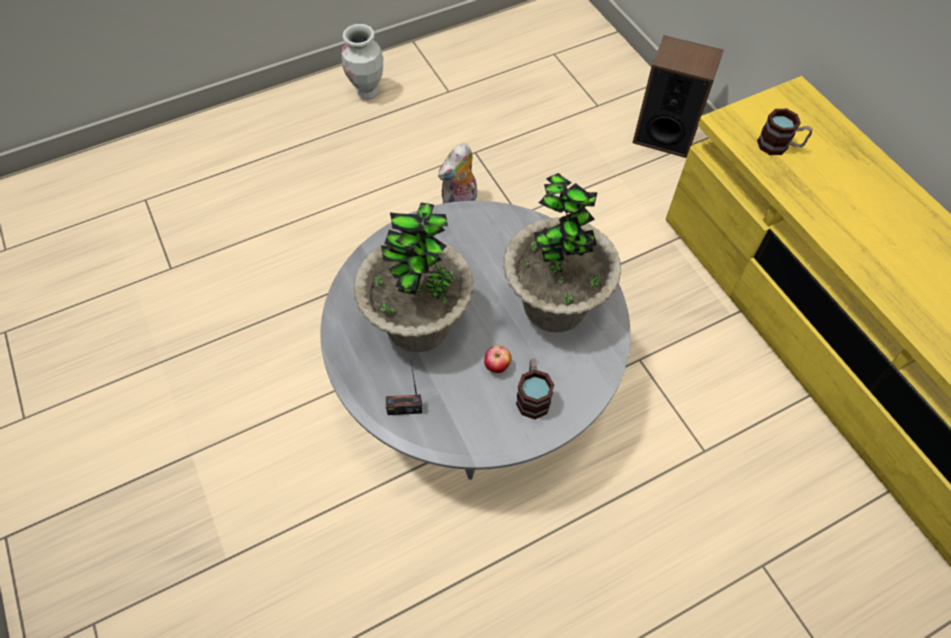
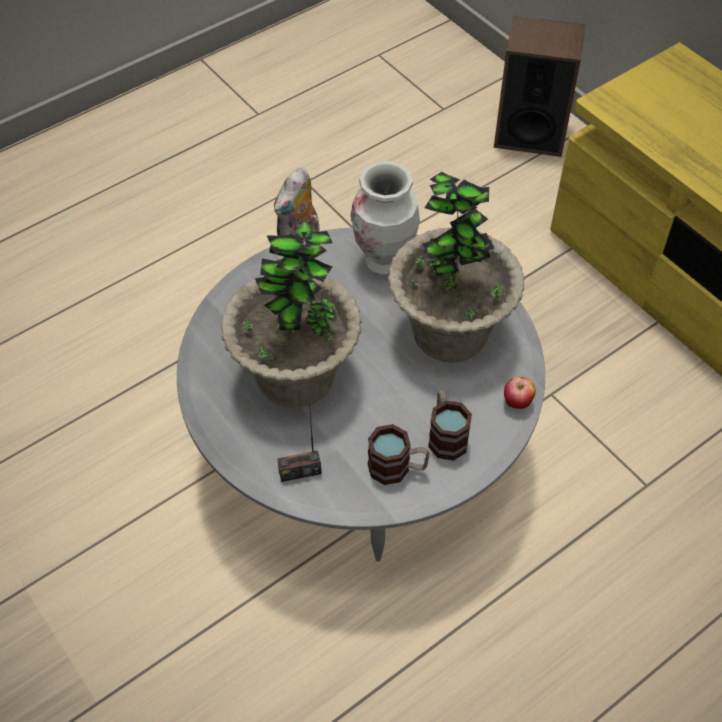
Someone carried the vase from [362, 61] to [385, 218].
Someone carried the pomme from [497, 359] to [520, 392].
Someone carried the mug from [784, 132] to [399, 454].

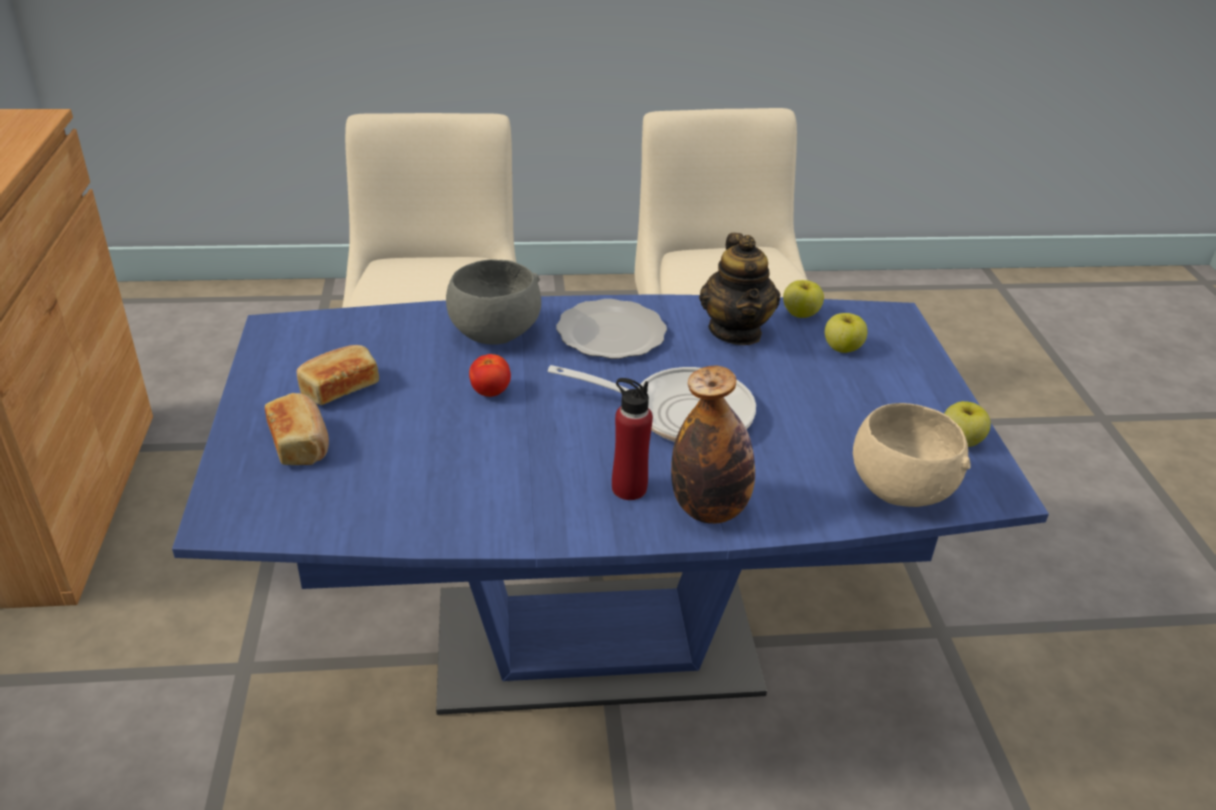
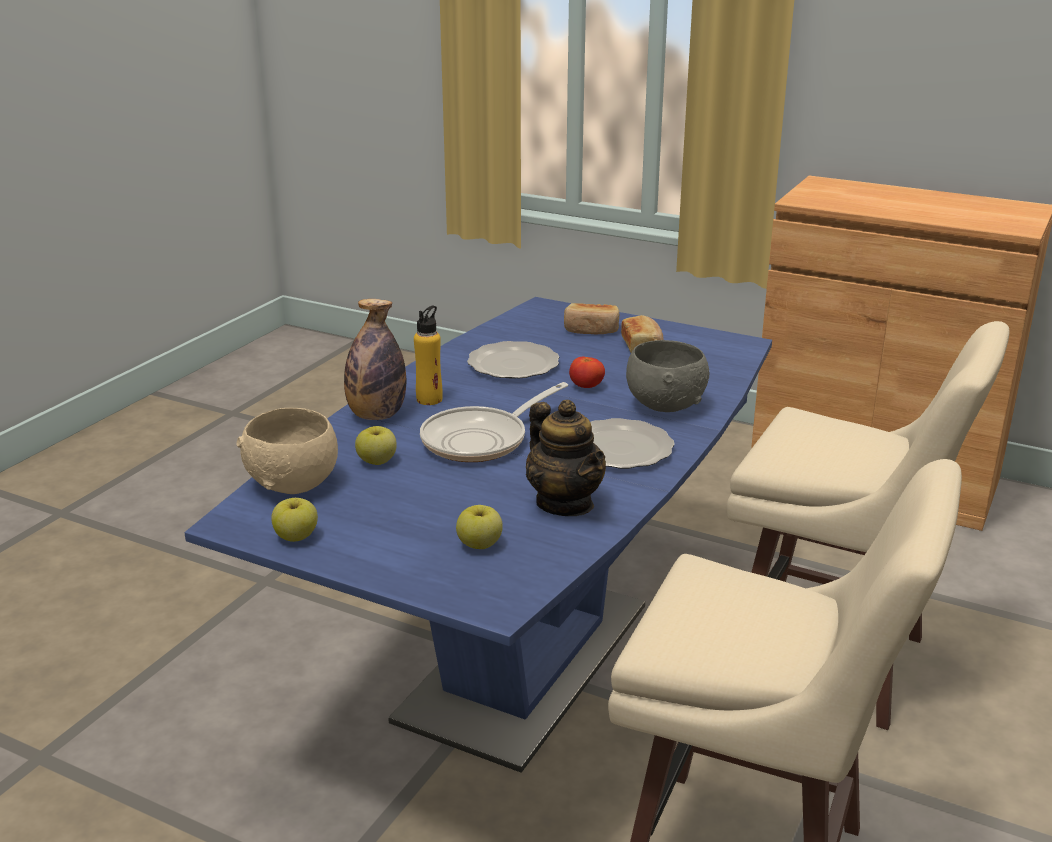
Someone repainted the bouteille [rouge] at [632, 439], which became the bouteille [jaune] at [428, 355].
Someone rotated the théière at [739, 289] by 150 degrees counterclockwise.
Someone carried the pomme from [803, 299] to [376, 445].
Someone put down the assiette at [513, 360].

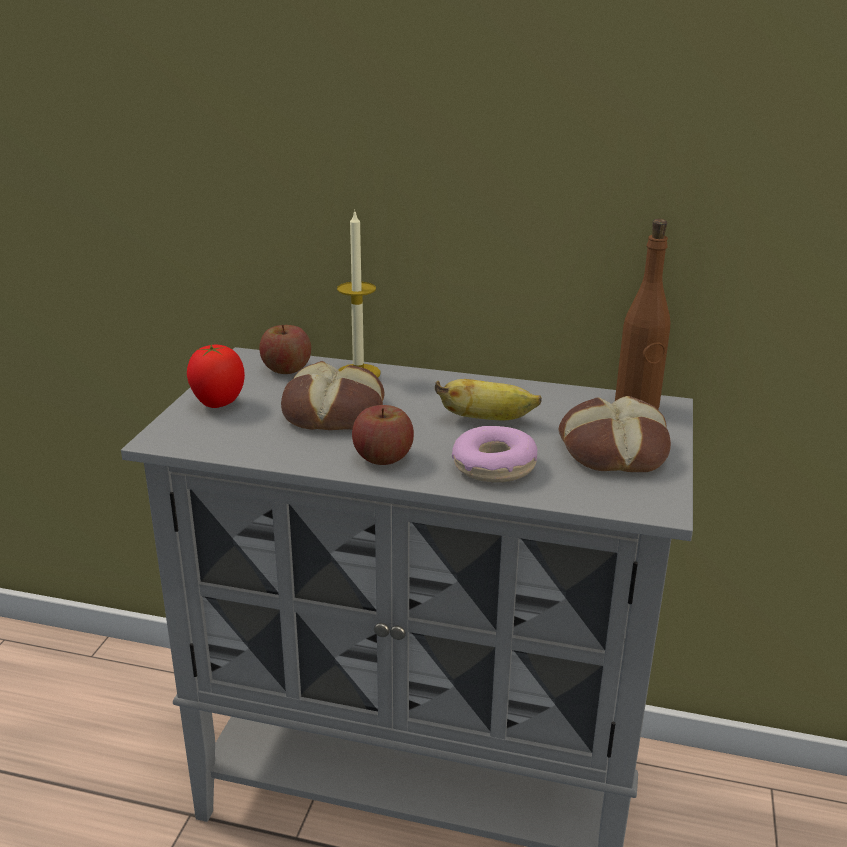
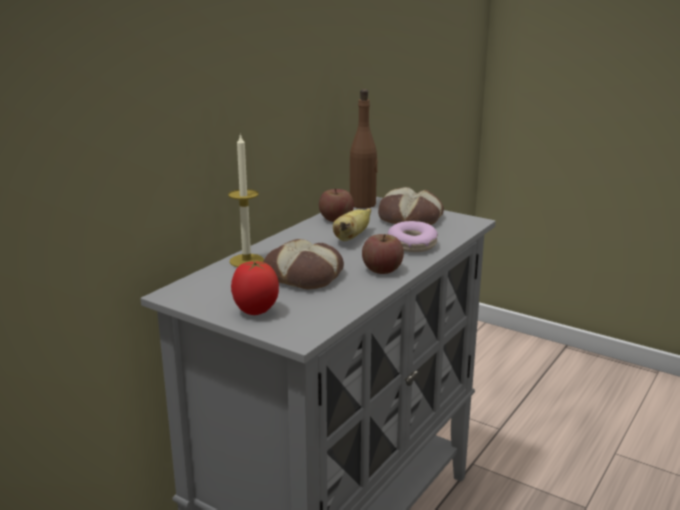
Someone carried the pomme from [285, 349] to [336, 205].

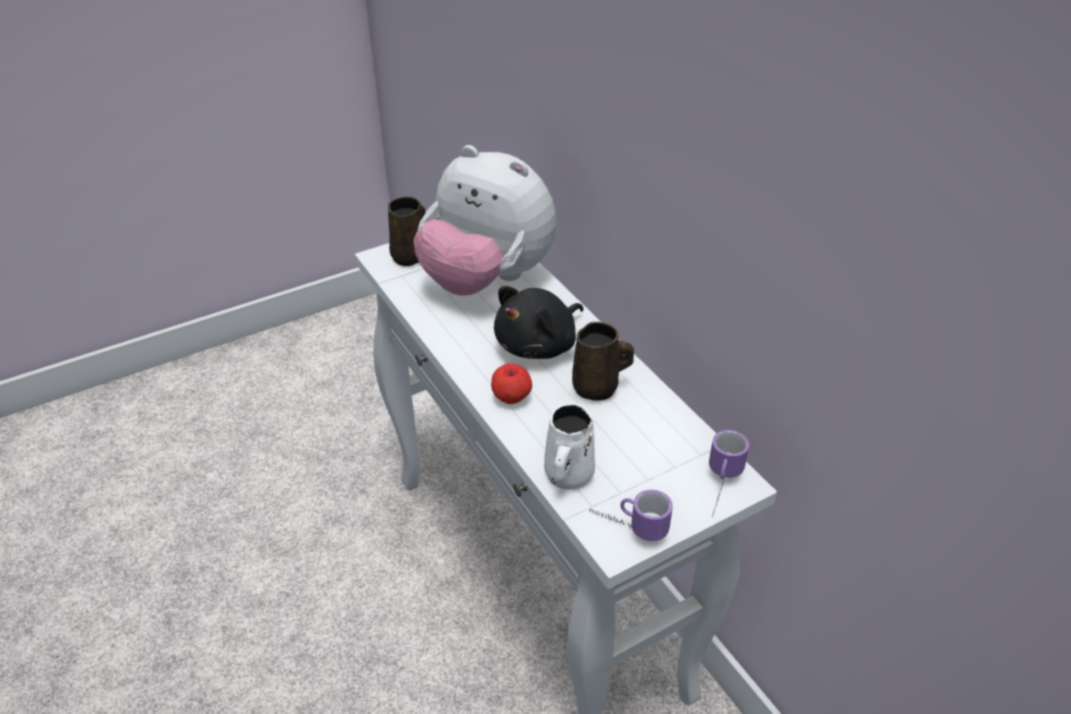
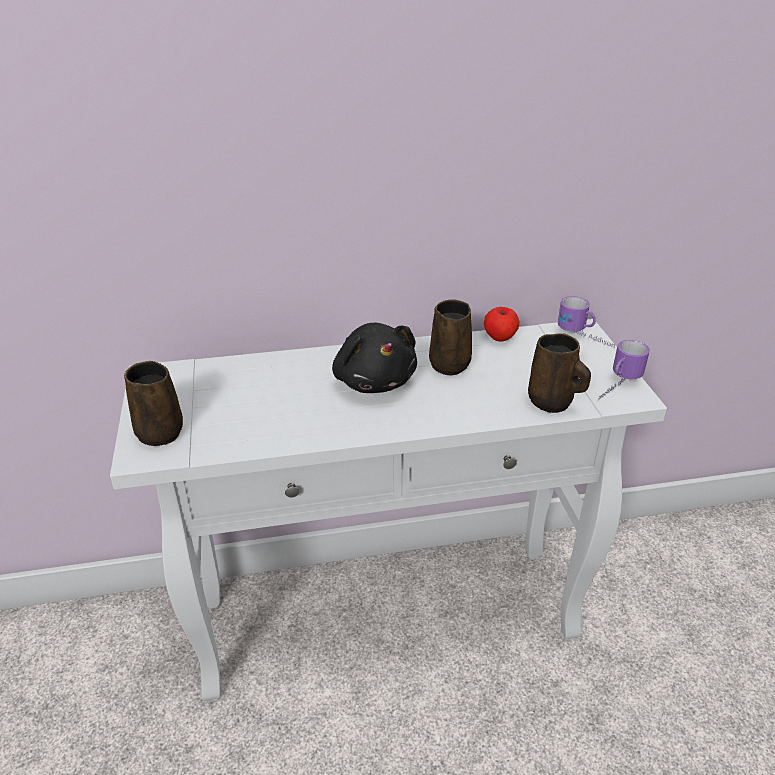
Someone took away the peluche at [485, 220].
Someone carried the pomme from [511, 383] to [502, 324].
Someone repainted the mug [blanc] at [569, 446], which became the mug [marron] at [559, 373].

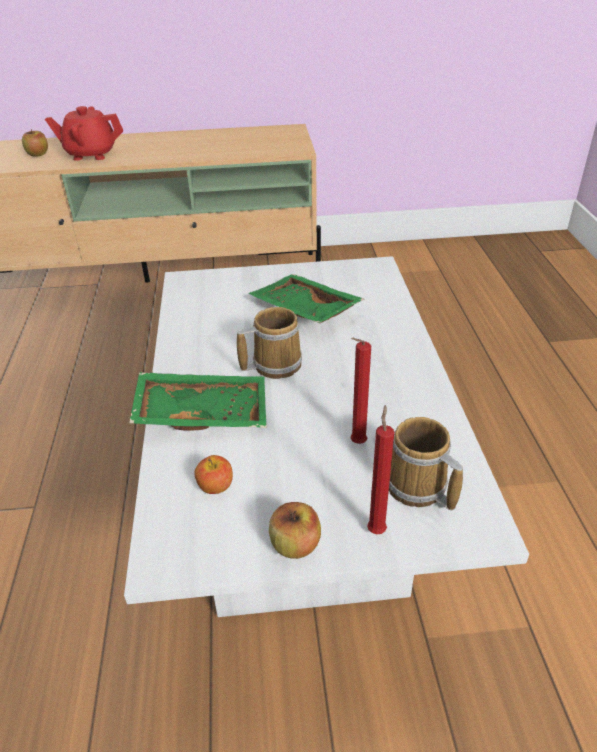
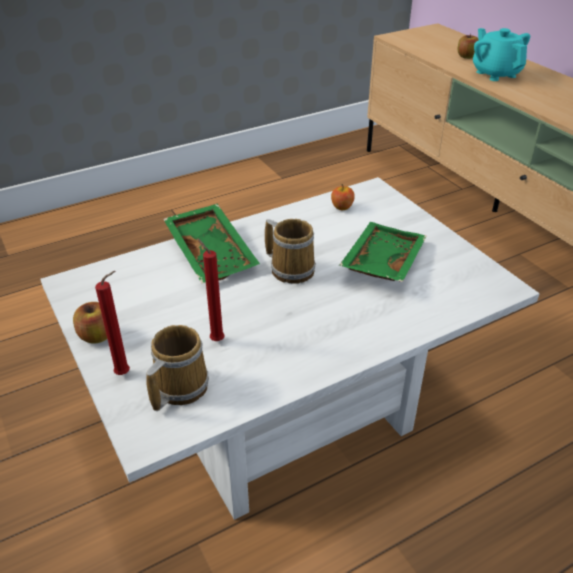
Someone repainted the théière [rouge] at [84, 133], which became the théière [turquoise] at [501, 54].
Someone carried the pomme from [214, 474] to [343, 197].

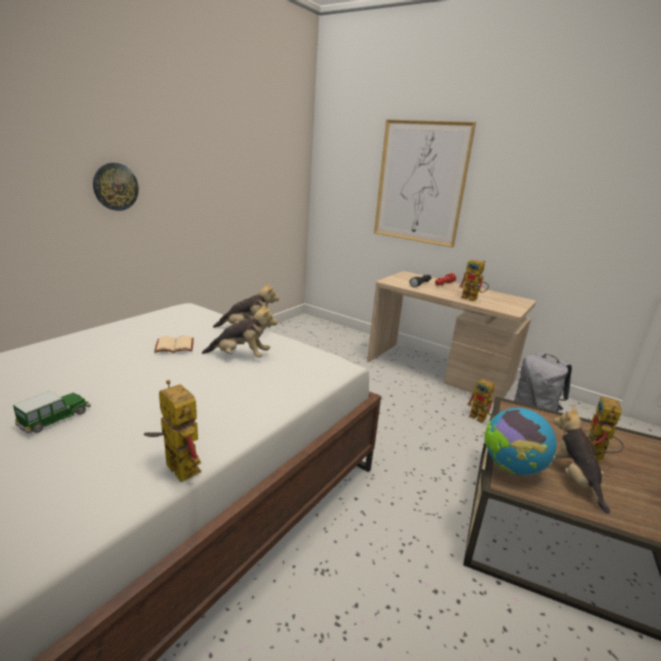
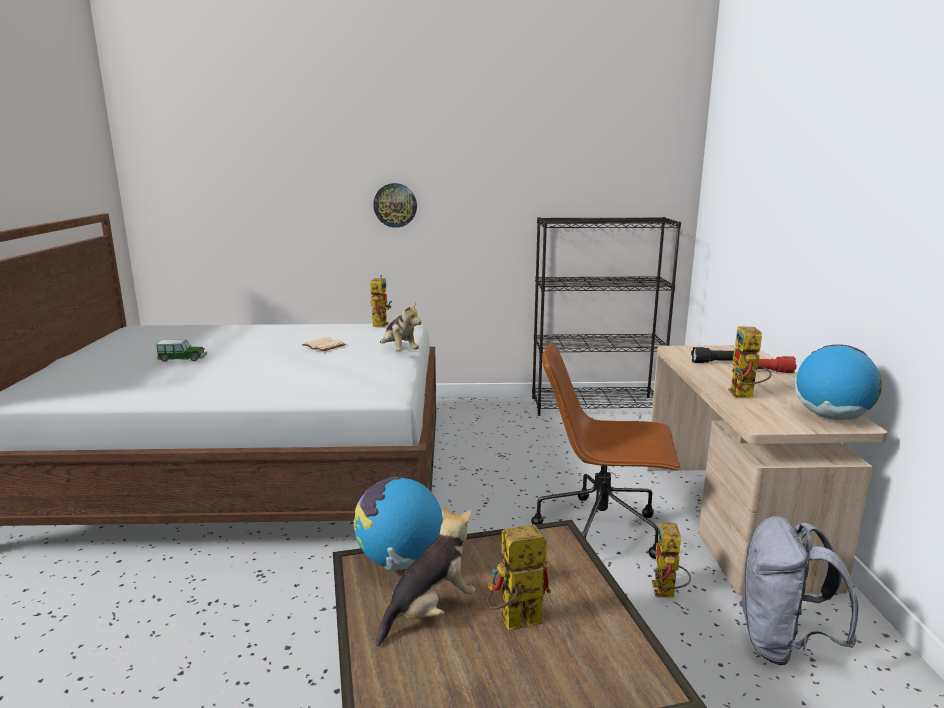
Someone carried the robot jouet from [173, 431] to [381, 301].
Someone took away the peluche at [239, 330].
Someone took away the tableau at [425, 183].
Someone put down the chaise de bureau [marron] at [606, 450].
Someone put down the bibliothèque [noir] at [606, 316].
Someone put down the globe at [838, 382].

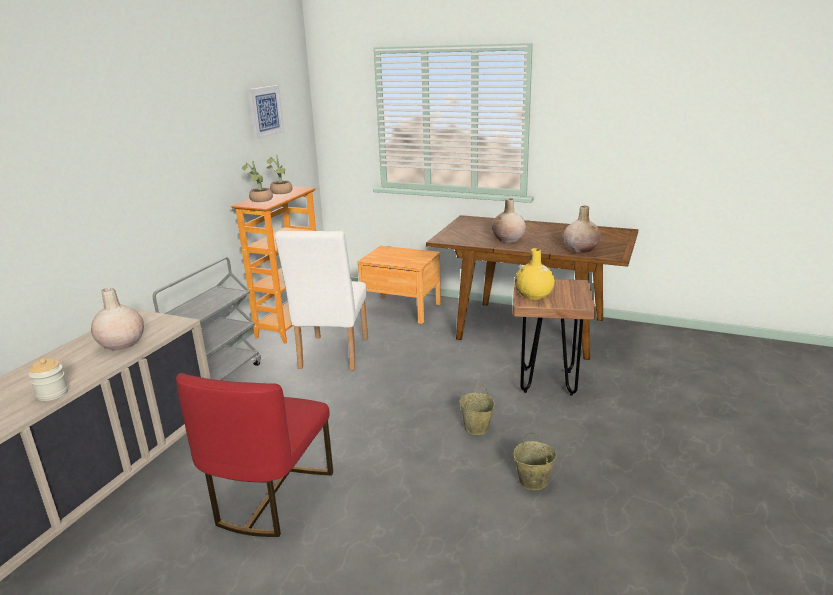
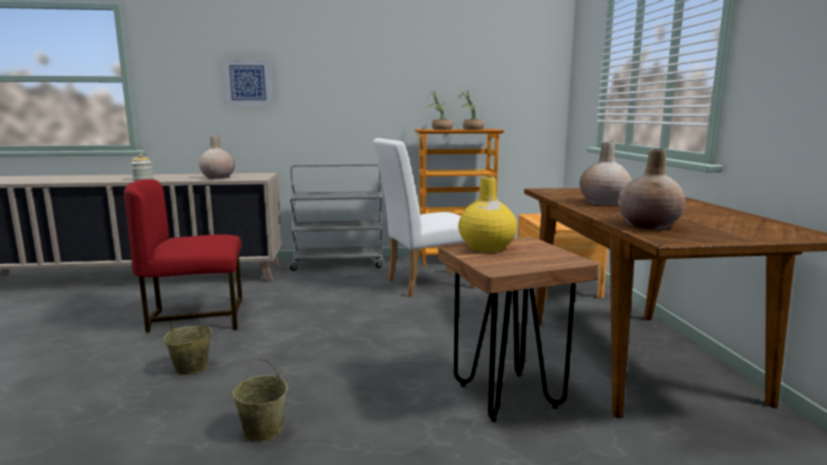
Someone carried the tableau from [266, 112] to [247, 82].
Someone carried the seau [beige] from [477, 409] to [188, 342].

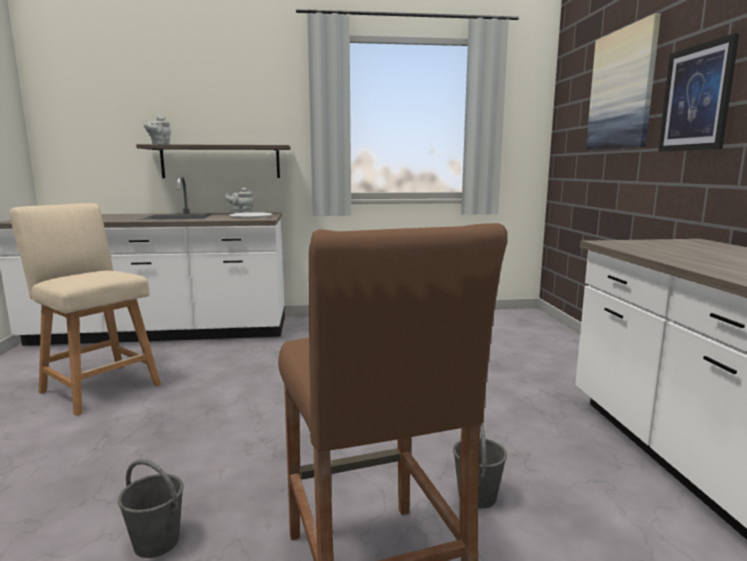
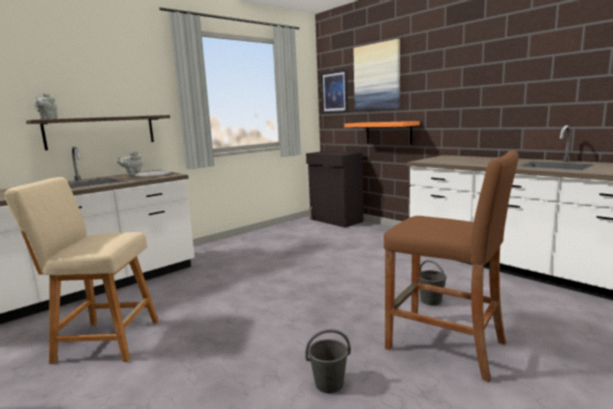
Someone carried the tableau from [698, 92] to [334, 91].
Someone put down the meuble de rangement [noir] at [334, 189].
Someone put up the étagère [orange] at [382, 132].

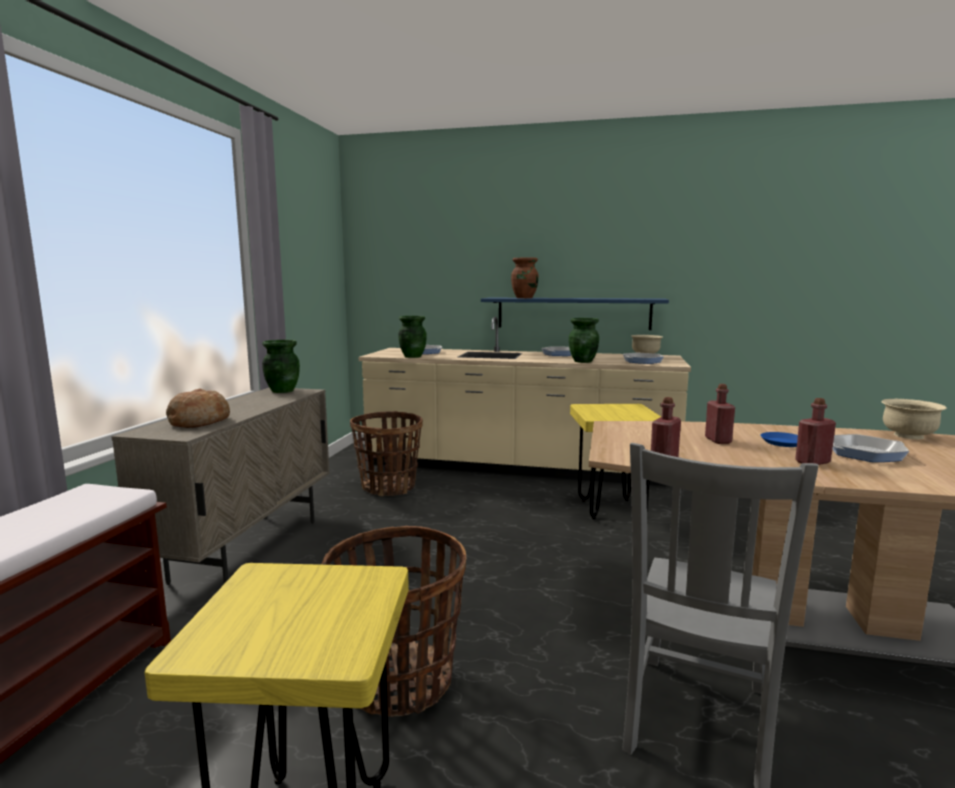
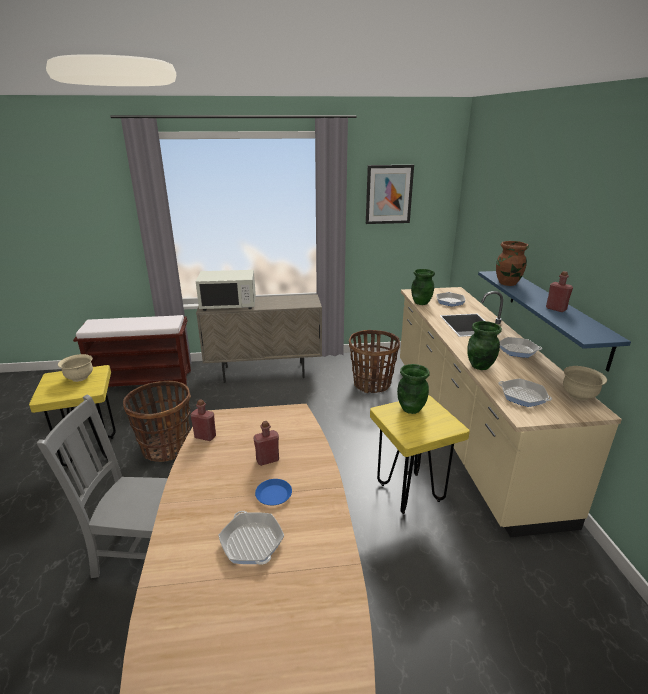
Someone swapped the pain at [198, 408] for the micro-ondes [blanc] at [226, 290].
Someone carried the vase [vert] from [281, 366] to [413, 389].
Someone carried the bouteille [rouge] from [815, 431] to [559, 291].
Someone carried the bol [beige] from [914, 419] to [75, 368].
Someone put up the tableau at [390, 194].

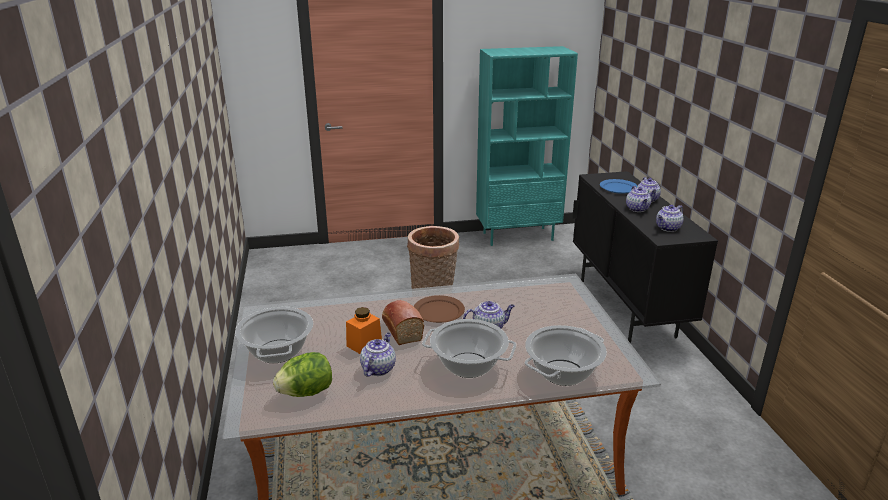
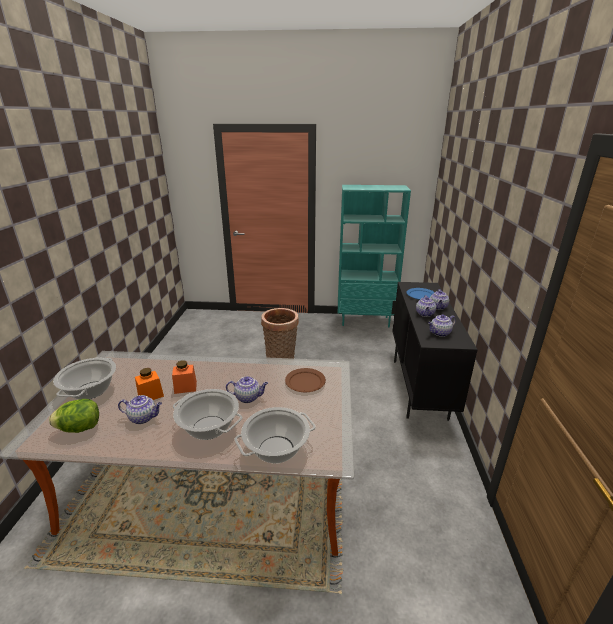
Someone rotated the théière at [378, 355] by 60 degrees clockwise.
Someone swapped the pain at [403, 322] for the bocal [orange] at [184, 377].
Someone carried the assiette [marron] from [439, 309] to [305, 380].

